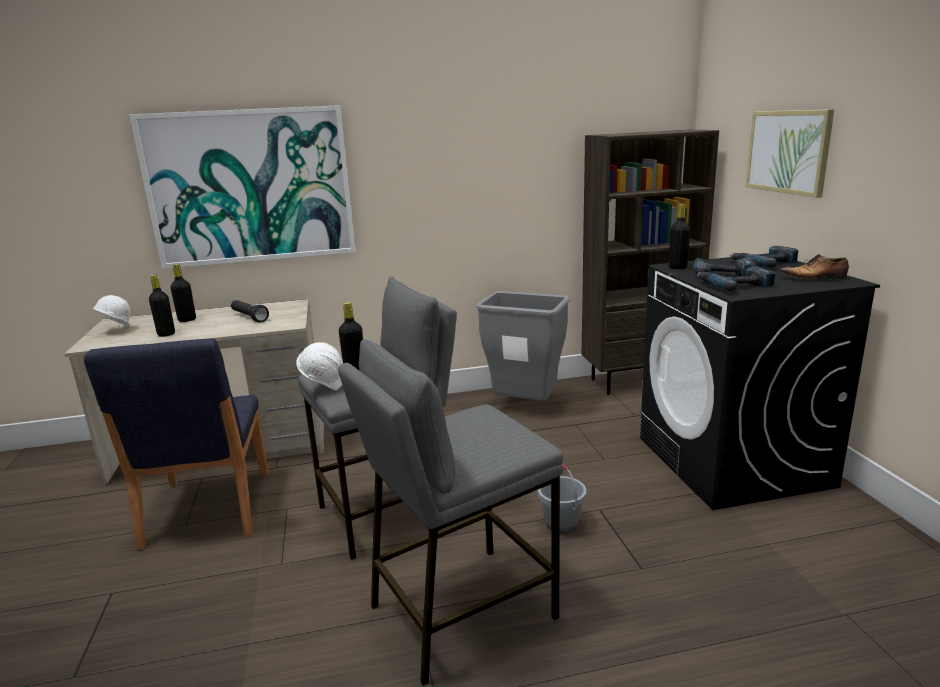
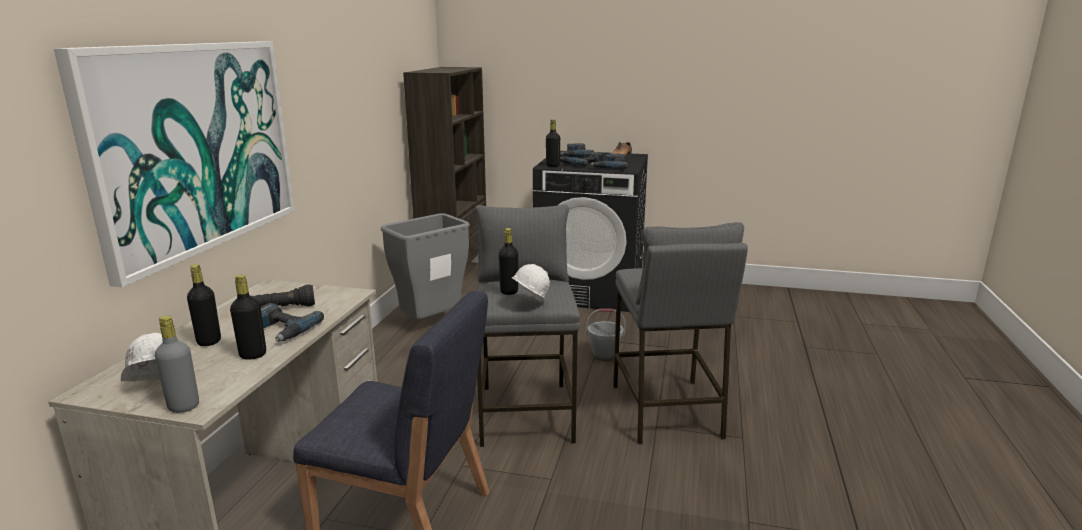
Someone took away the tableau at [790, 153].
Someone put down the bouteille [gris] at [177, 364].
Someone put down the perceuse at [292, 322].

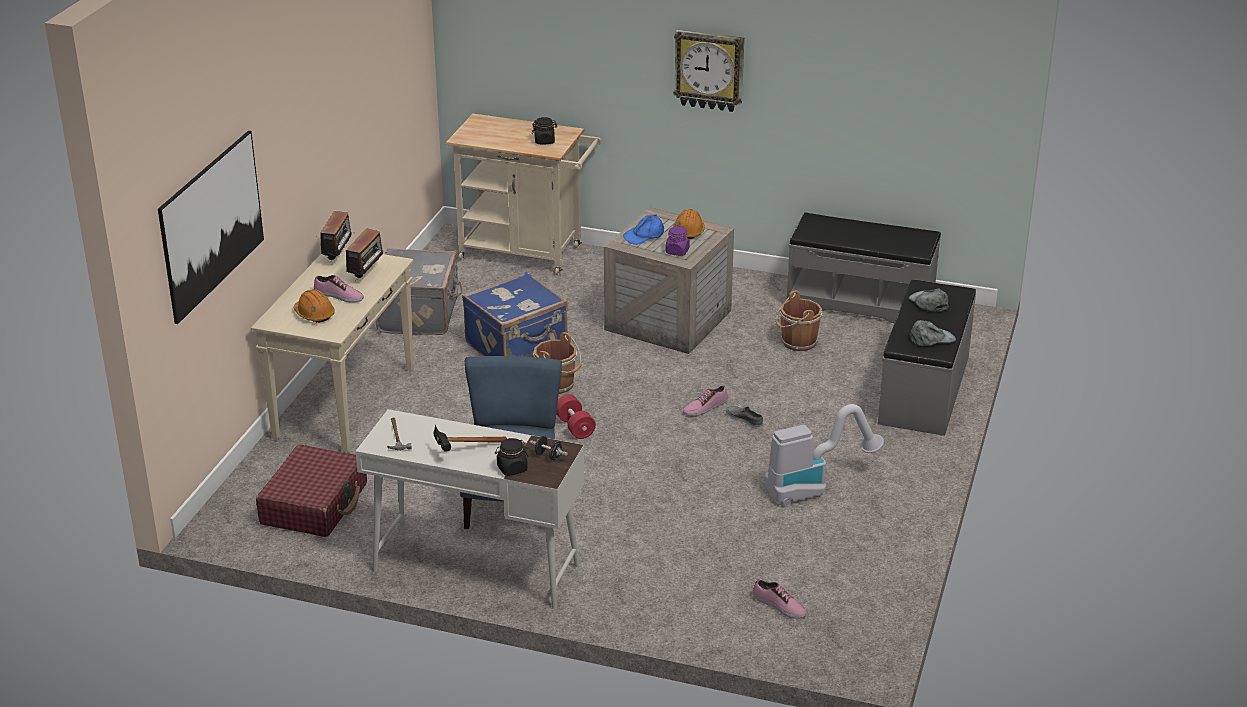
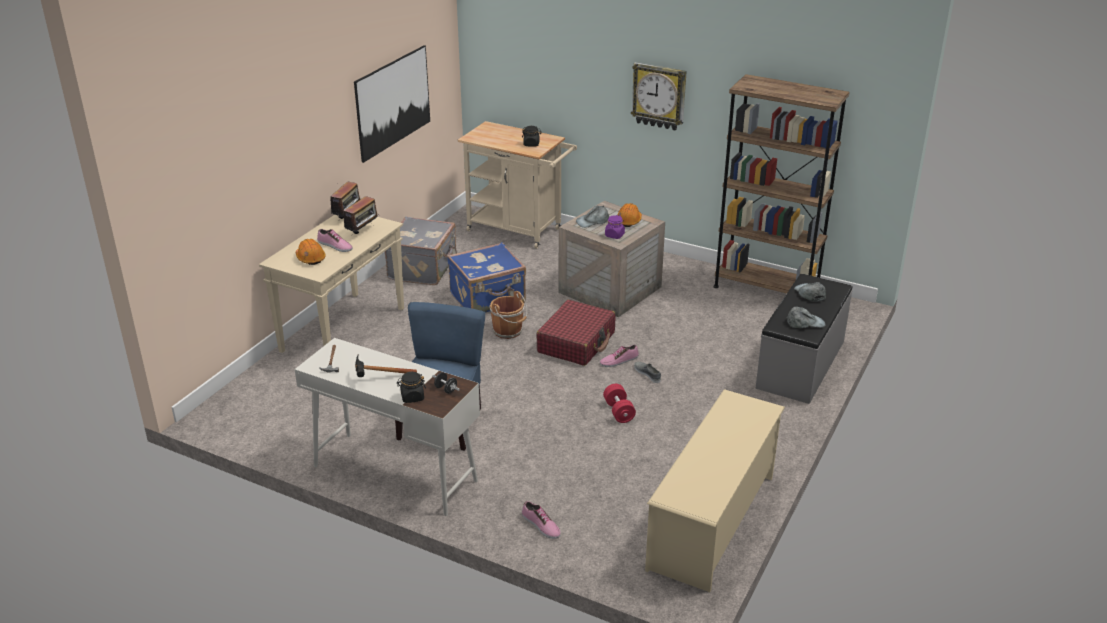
Someone carried the tableau from [211, 227] to [392, 104].
Someone carried the valise [rouge] from [311, 491] to [576, 333].
Someone carried the haltère [rouge] from [576, 416] to [619, 403].
Someone repainted the casquette [bleu] at [643, 230], which became the casquette [gris] at [592, 217].
Someone carried the chaussure from [780, 599] to [541, 520].
Someone took away the aspirateur at [824, 455].
Someone took away the seau [marron] at [799, 320].
Someone swapped the banc [gris] at [864, 267] for the bibliothèque [marron] at [781, 183].
Someone put down the étagère à chaussures [beige] at [715, 490].

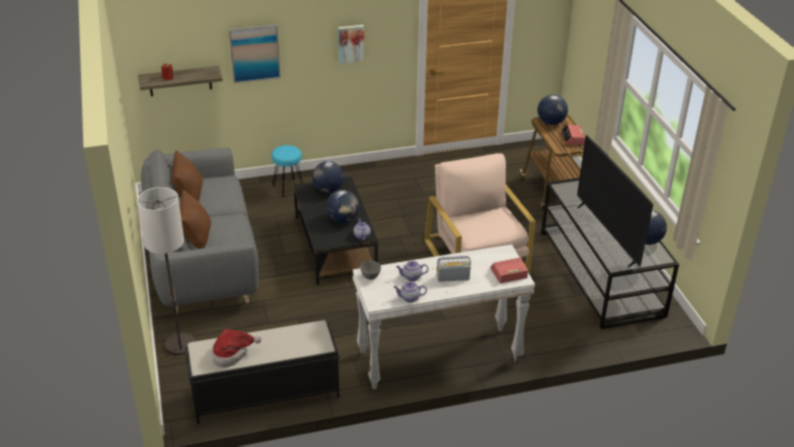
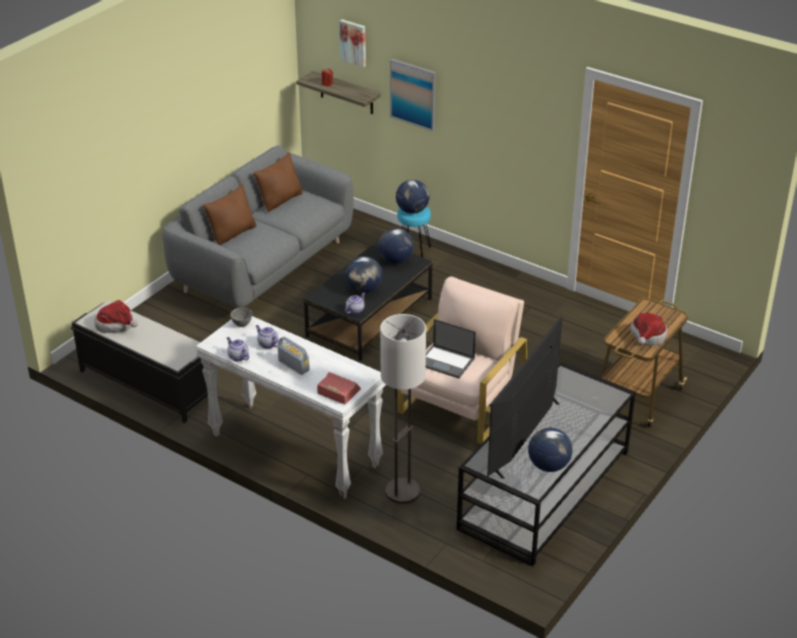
Someone carried the lampadaire from [166, 271] to [403, 409].
Someone carried the tableau from [351, 44] to [353, 43].
Someone carried the globe from [553, 110] to [412, 197].
Someone swapped the réveil at [573, 134] for the chapeau at [649, 329].
Someone put down the ordinateur portable at [451, 349].

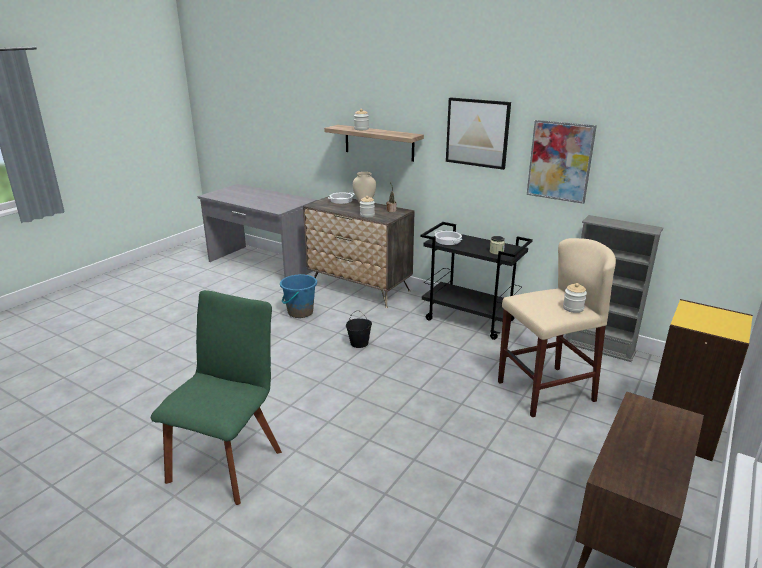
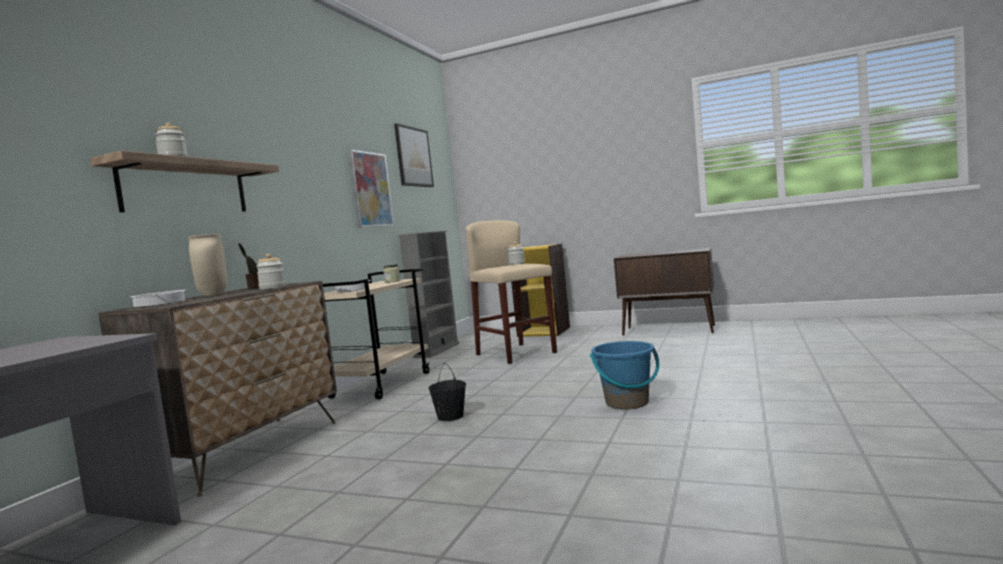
Someone took away the chaise [vert] at [216, 397].
Someone carried the seau [bleu] from [298, 296] to [625, 375].
Someone repainted the chariot [noir] at [476, 281], which became the chariot [beige] at [376, 333].
Someone carried the tableau from [478, 133] to [414, 155].

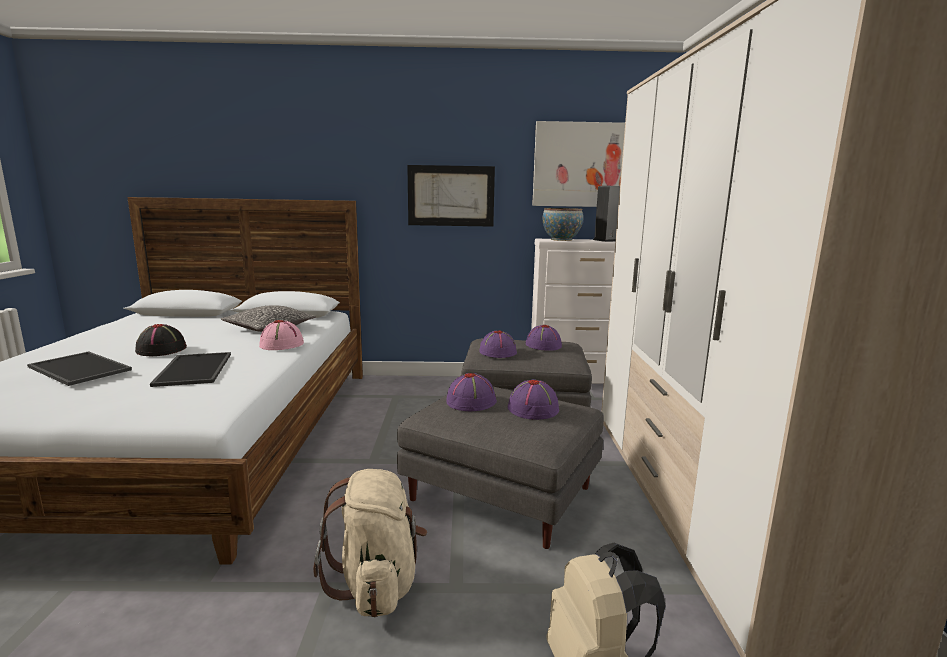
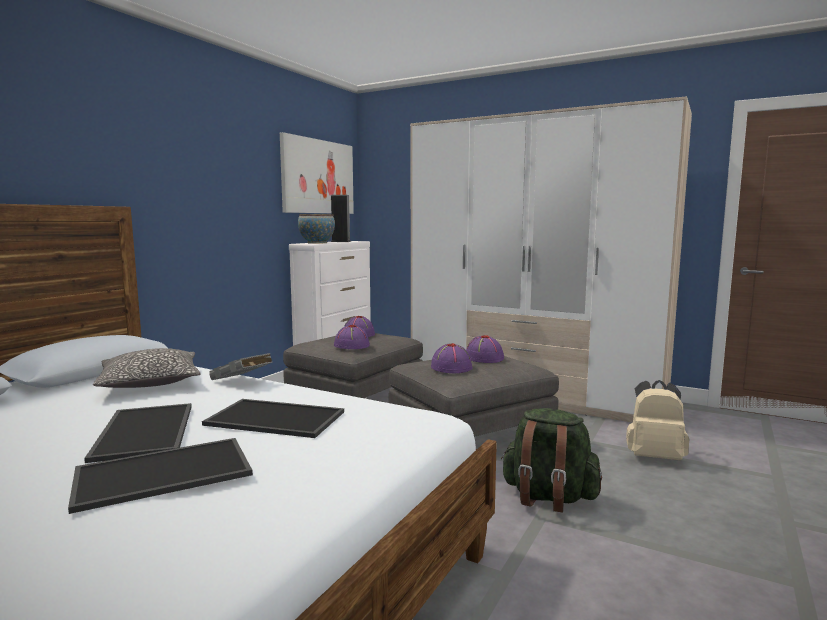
Someone swapped the chapeau [noir] at [161, 340] for the plateau at [138, 433].
Someone swapped the chapeau [rose] at [281, 335] for the livre [gris] at [240, 366].
Someone repainted the sac à dos [beige] at [370, 543], which became the sac à dos [vert] at [551, 460].
Someone took away the tableau at [451, 196].

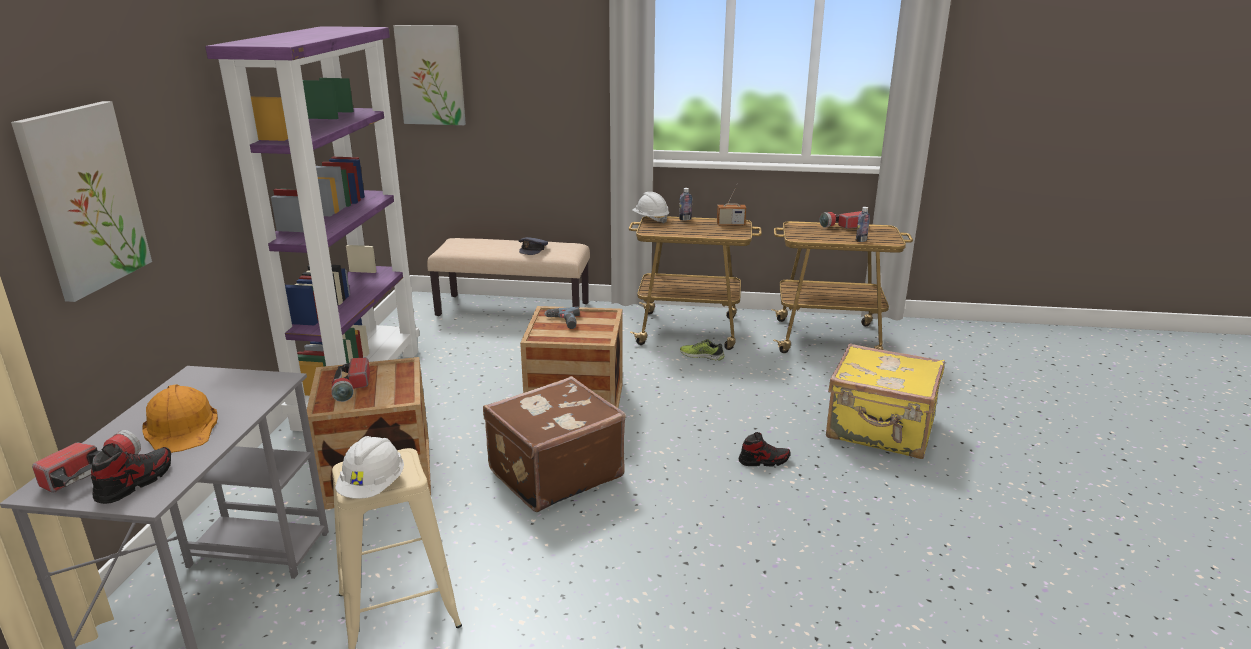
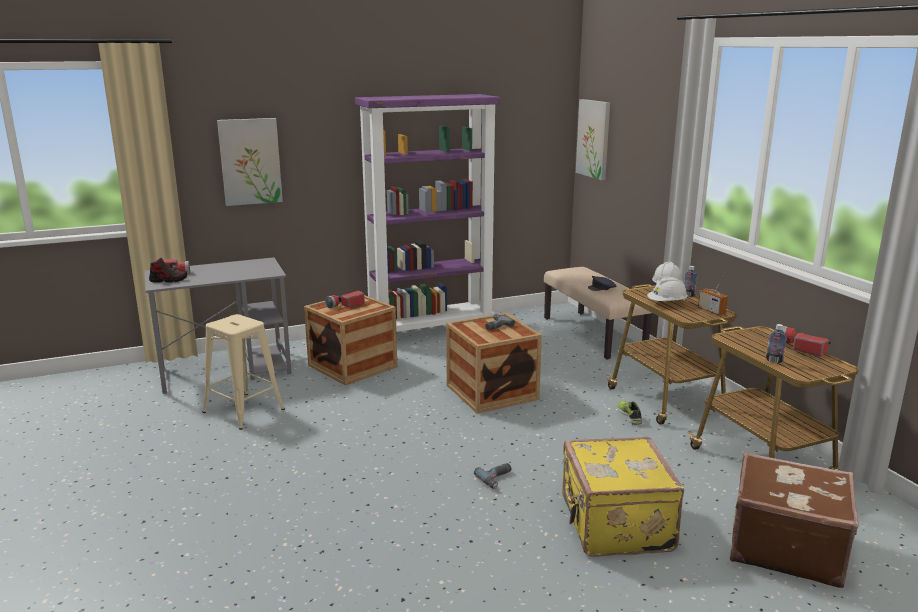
Someone took away the casque de chantier [orange] at [180, 418].
Someone carried the casque de chantier [blanc] from [369, 467] to [667, 289].
Someone carried the valise [marron] from [554, 444] to [794, 520].
Someone swapped the chaussure at [765, 449] for the perceuse at [492, 476].

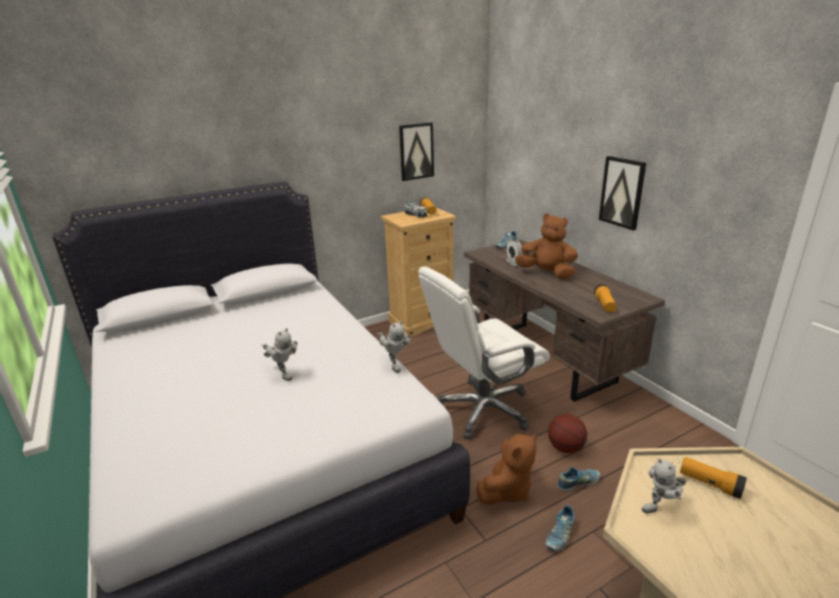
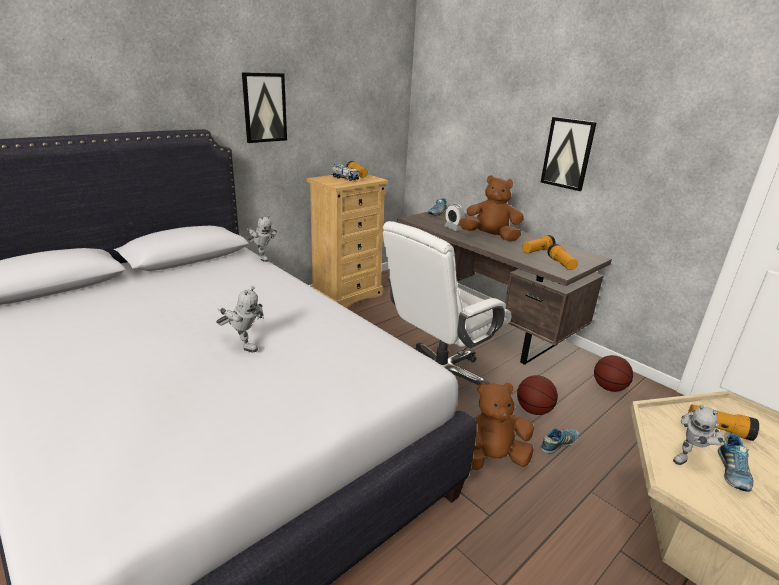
Someone carried the robot jouet from [394, 347] to [262, 238].
Someone carried the tableau from [416, 151] to [264, 107].
Someone rotated the peluche [marron] at [506, 469] by 135 degrees counterclockwise.
Someone carried the chaussure from [559, 528] to [736, 462].
Someone put down the lampe de poche at [539, 244].
Someone put down the ballon de basket at [613, 373].

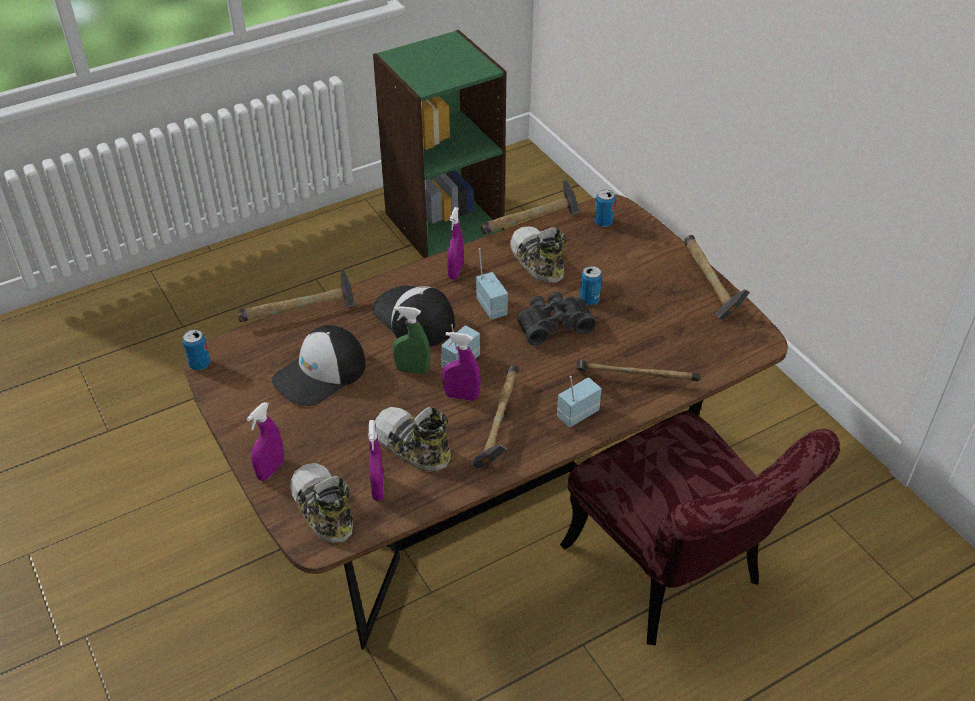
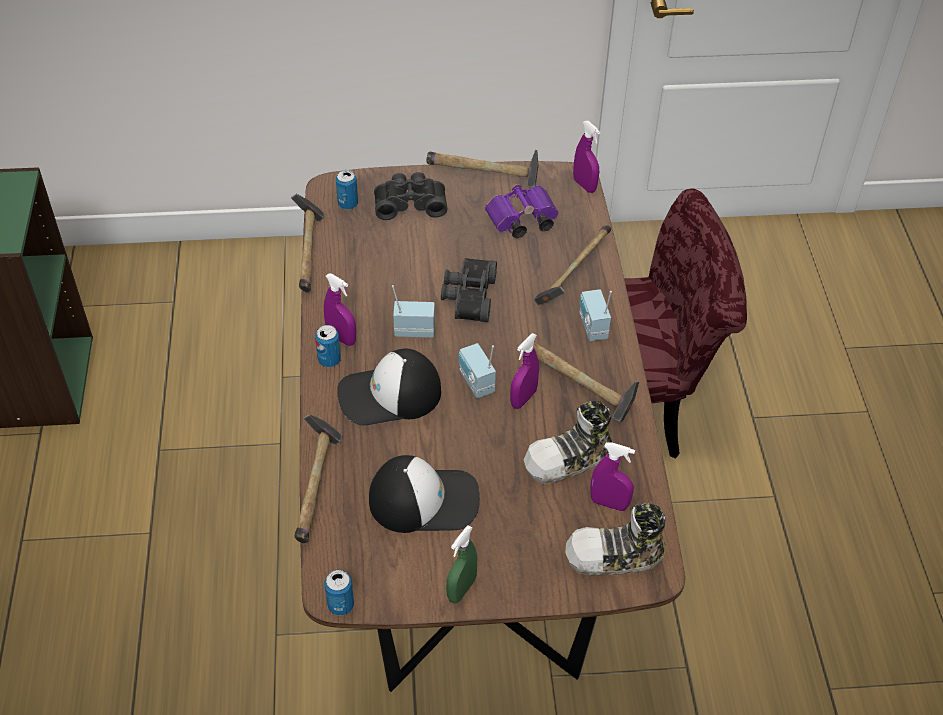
Someone carried the vaporisateur [violet] from [265, 441] to [586, 157].
Someone rotated the casquette at [319, 365] by 75 degrees counterclockwise.
Someone carried the vaporisateur [vert] from [411, 340] to [461, 564].
Someone took away the chaussure at [538, 254].
Someone carried the boîte métallique from [591, 285] to [328, 346].
Someone put down the jumelles [noir] at [410, 196].
Someone put down the jumelles [violet] at [522, 211].

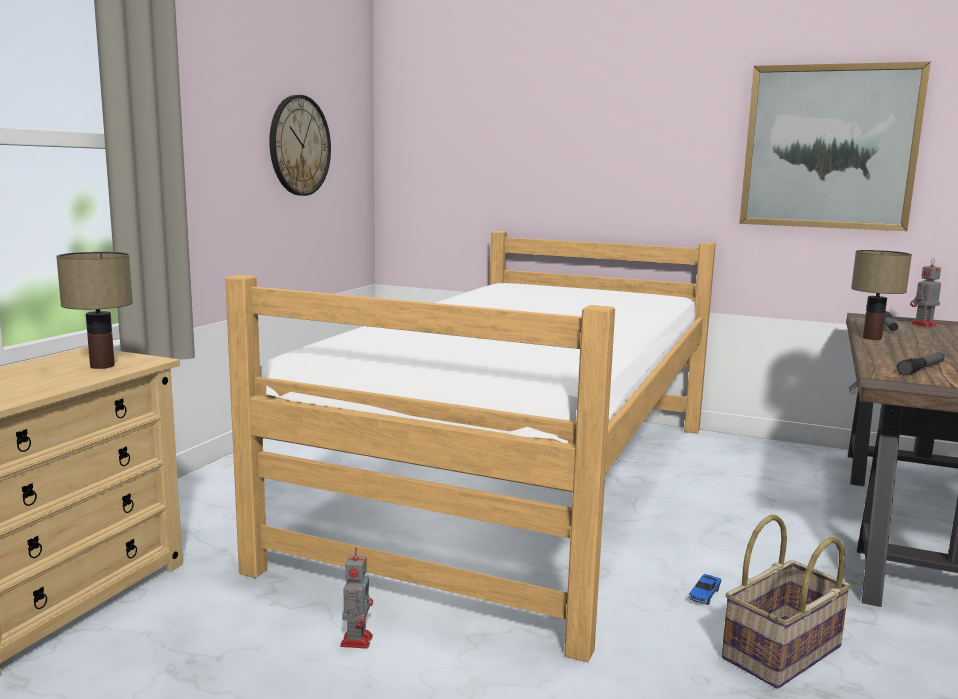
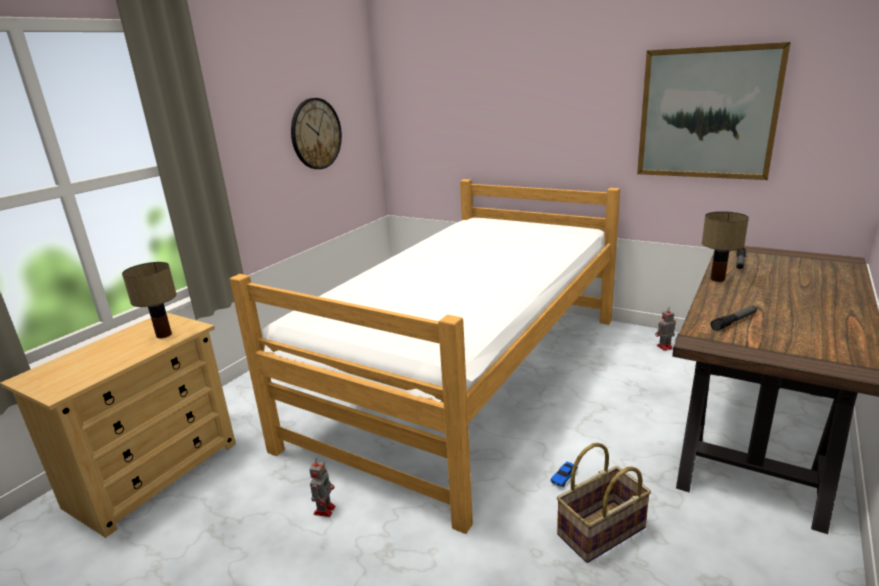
Someone carried the robot jouet from [925, 292] to [665, 331].

